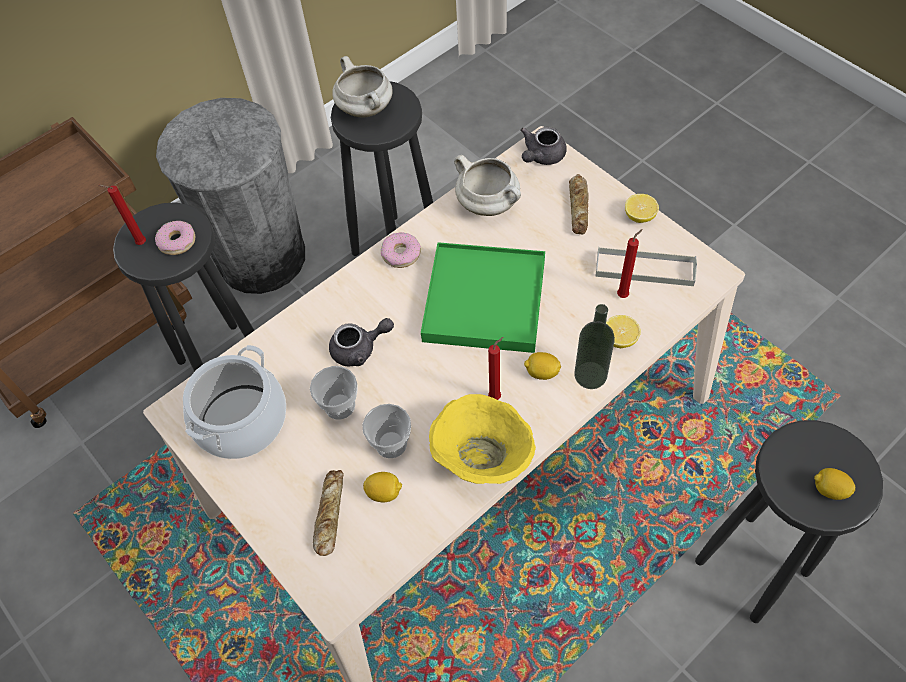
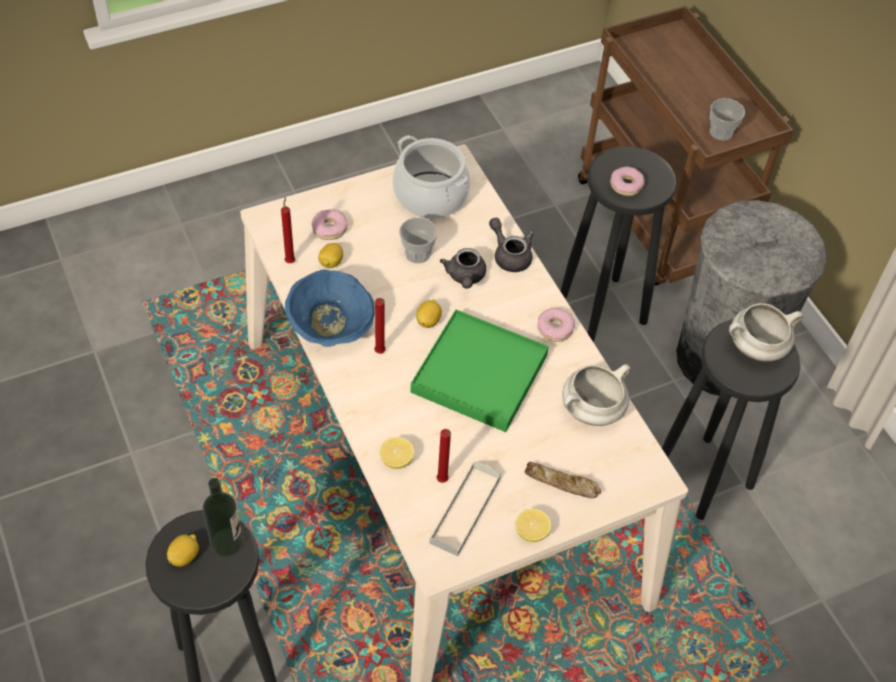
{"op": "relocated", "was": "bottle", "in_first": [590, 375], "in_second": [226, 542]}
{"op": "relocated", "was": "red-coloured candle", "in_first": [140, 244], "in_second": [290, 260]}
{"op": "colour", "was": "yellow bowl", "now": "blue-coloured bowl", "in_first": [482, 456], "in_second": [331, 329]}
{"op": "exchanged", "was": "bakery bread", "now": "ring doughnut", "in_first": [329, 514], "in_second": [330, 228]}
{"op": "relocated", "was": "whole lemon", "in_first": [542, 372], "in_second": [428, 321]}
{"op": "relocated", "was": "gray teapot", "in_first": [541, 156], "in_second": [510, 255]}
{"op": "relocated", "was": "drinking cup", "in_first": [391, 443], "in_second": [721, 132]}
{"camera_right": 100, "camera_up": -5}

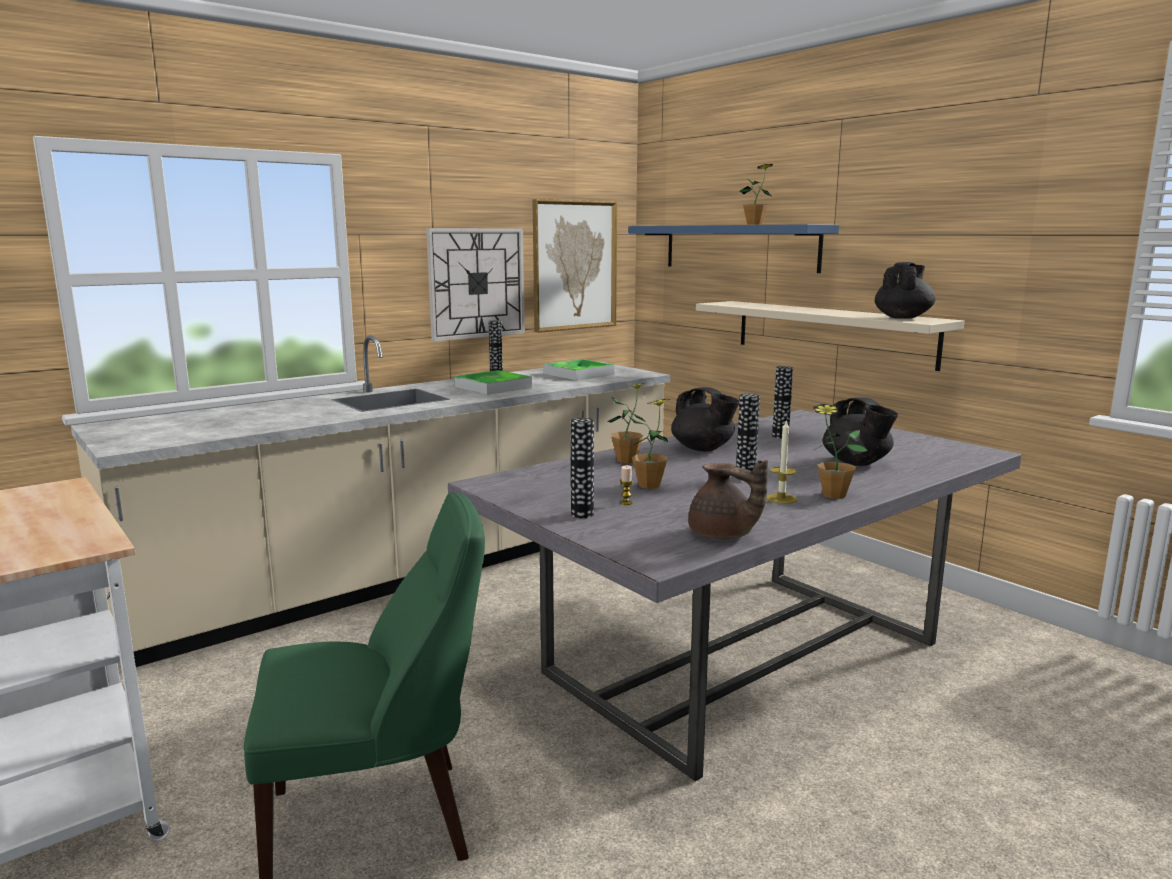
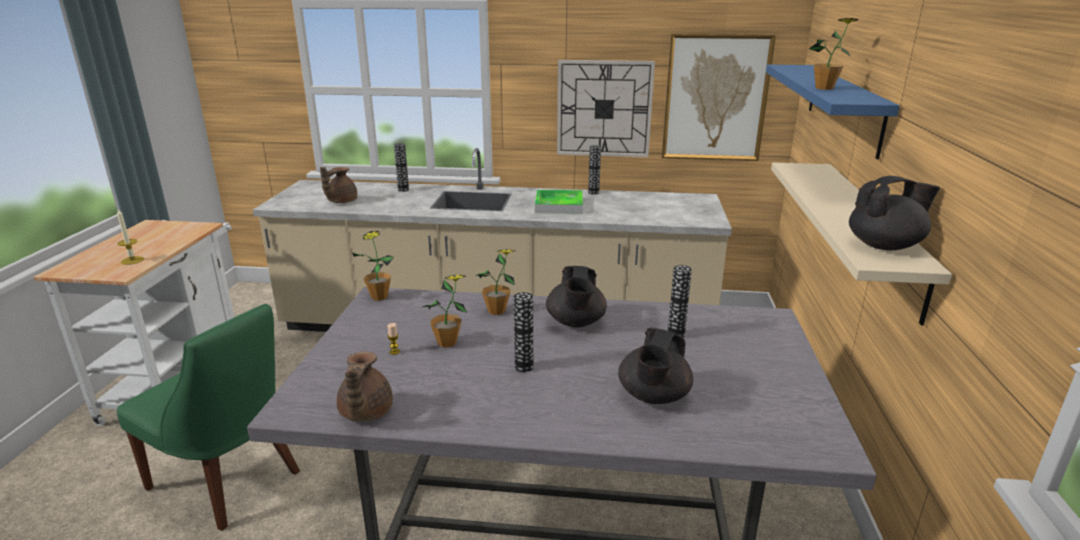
{"op": "relocated", "was": "candle", "in_first": [781, 498], "in_second": [132, 260]}
{"op": "appeared", "now": "brownish teapot", "in_second": [341, 201]}
{"op": "relocated", "was": "houseplant", "in_first": [834, 495], "in_second": [379, 297]}
{"op": "relocated", "was": "flower vase", "in_first": [582, 514], "in_second": [403, 190]}
{"op": "missing", "was": "carrying tray", "in_first": [579, 374]}
{"camera_right": 45, "camera_up": 10}

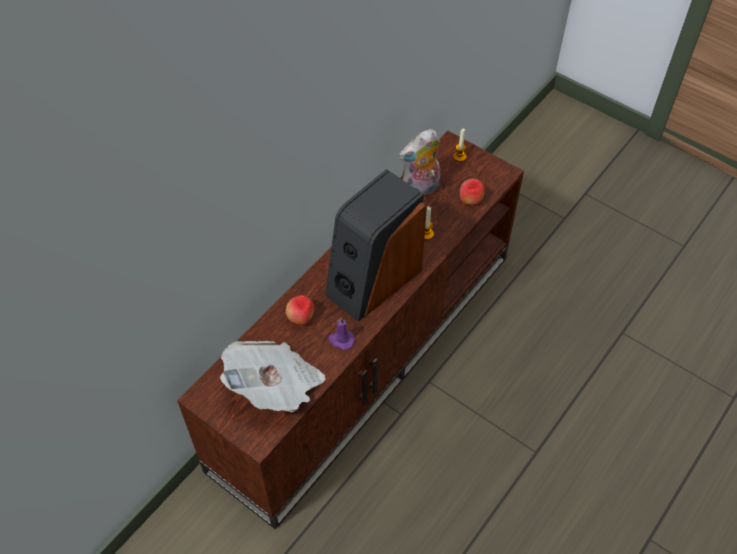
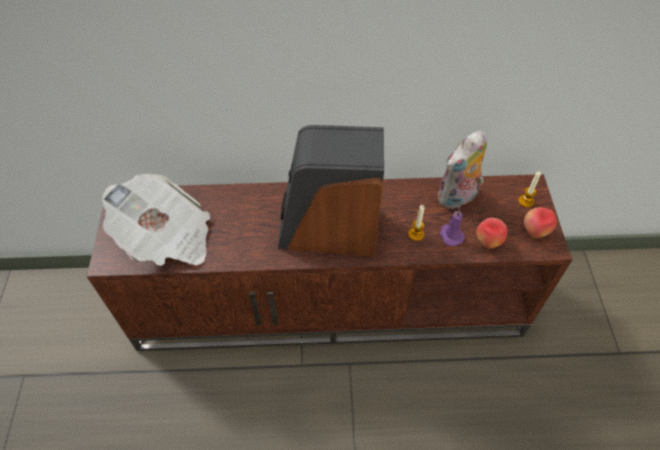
{"op": "spun", "was": "soft toy", "in_first": [420, 189], "in_second": [457, 198], "clockwise": -60}
{"op": "relocated", "was": "purple candle", "in_first": [341, 340], "in_second": [450, 235]}
{"op": "relocated", "was": "apple", "in_first": [301, 318], "in_second": [535, 231]}
{"camera_right": 50, "camera_up": 0}

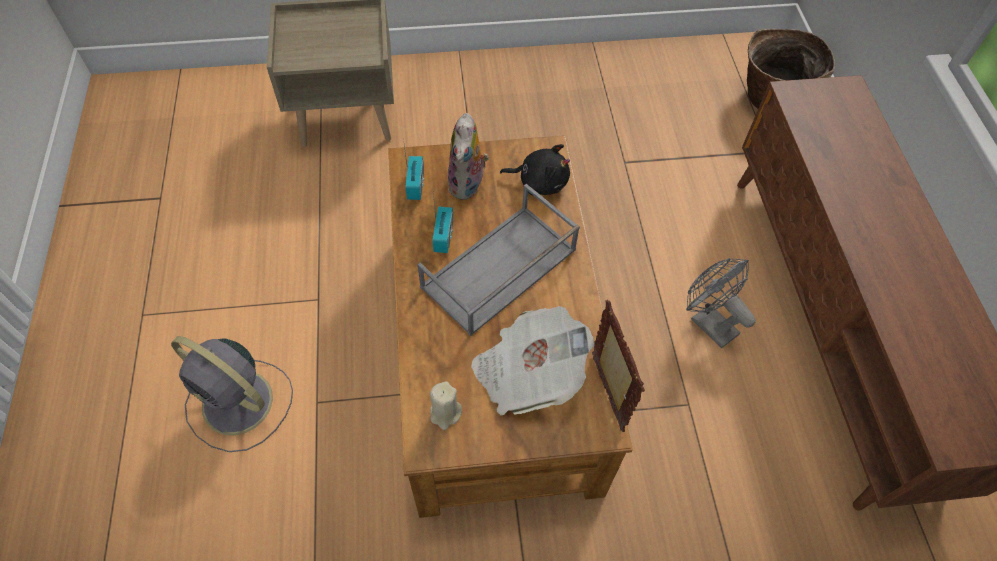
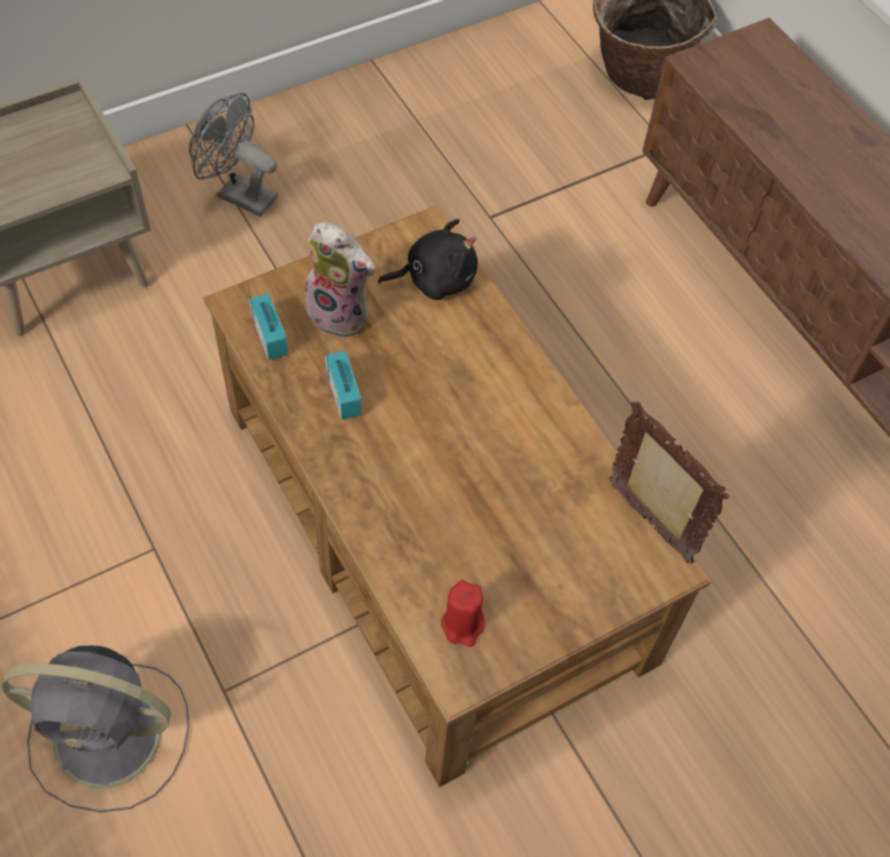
{"op": "relocated", "was": "gray cooling fan", "in_first": [708, 322], "in_second": [238, 194]}
{"op": "spun", "was": "soft toy", "in_first": [468, 185], "in_second": [342, 313], "clockwise": -45}
{"op": "colour", "was": "sand-coloured candle", "now": "red-coloured candle", "in_first": [445, 413], "in_second": [462, 625]}
{"op": "missing", "was": "gray carrying tray", "in_first": [499, 270]}
{"op": "missing", "was": "newspaper", "in_first": [528, 373]}
{"camera_right": -25, "camera_up": 0}

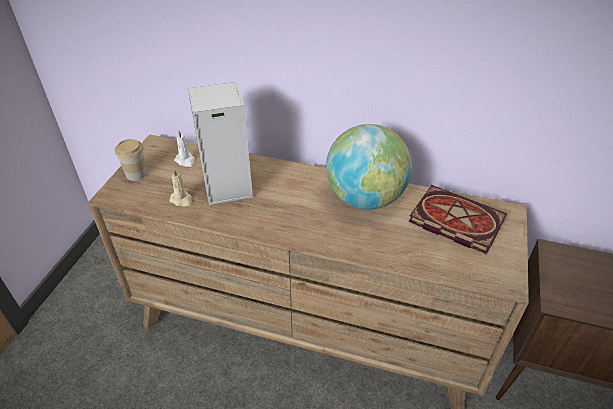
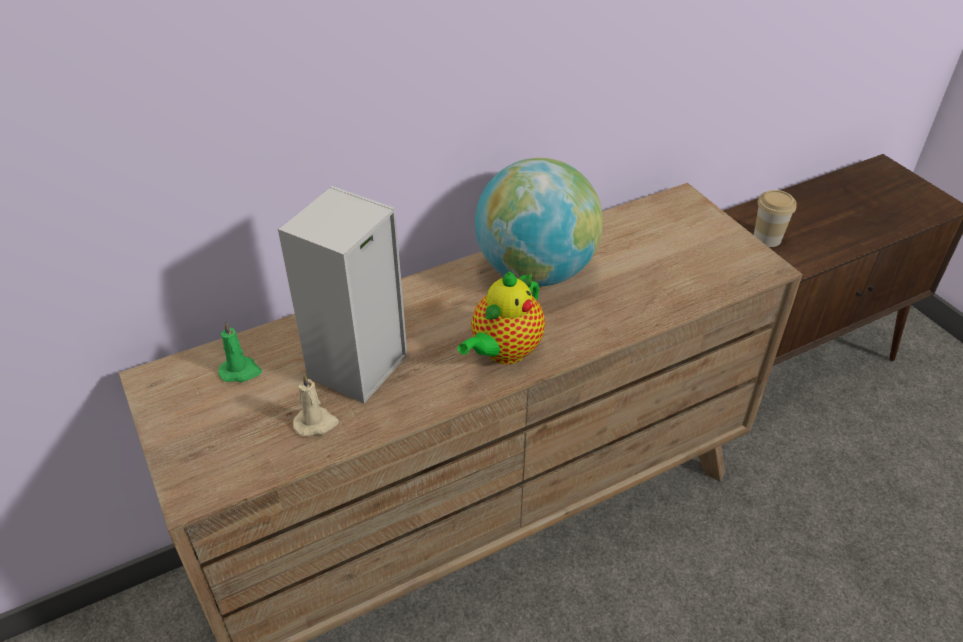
{"op": "colour", "was": "white candle", "now": "green candle", "in_first": [185, 161], "in_second": [241, 371]}
{"op": "appeared", "now": "teapot", "in_second": [503, 352]}
{"op": "relocated", "was": "drinking cup", "in_first": [136, 174], "in_second": [767, 238]}
{"op": "missing", "was": "bound book", "in_first": [453, 221]}
{"camera_right": -45, "camera_up": 0}

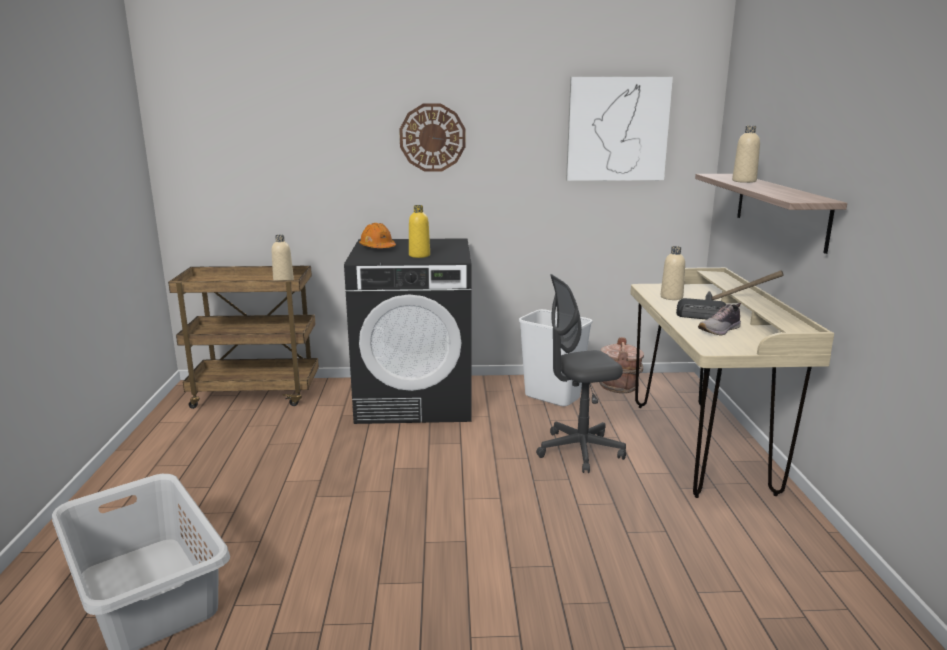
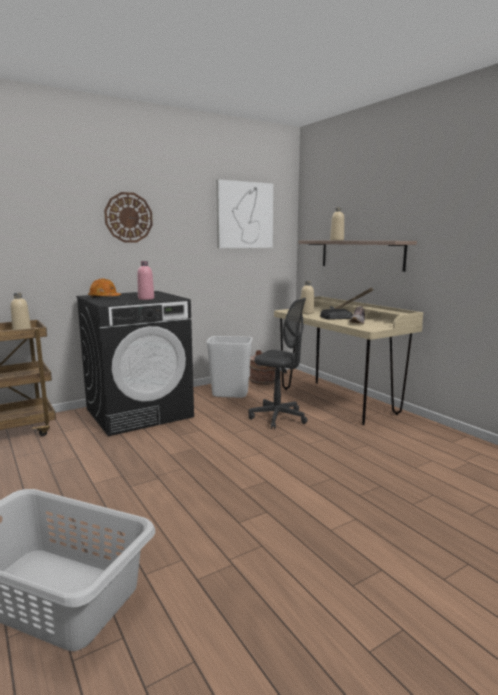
{"op": "colour", "was": "yellow bottle", "now": "pinkish bottle", "in_first": [419, 255], "in_second": [146, 298]}
{"op": "spun", "was": "gray computer chair", "in_first": [579, 451], "in_second": [278, 417], "clockwise": -105}
{"camera_right": -30, "camera_up": -5}

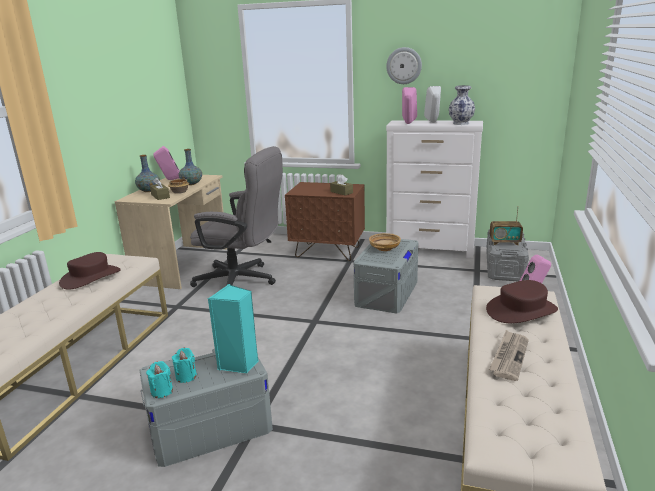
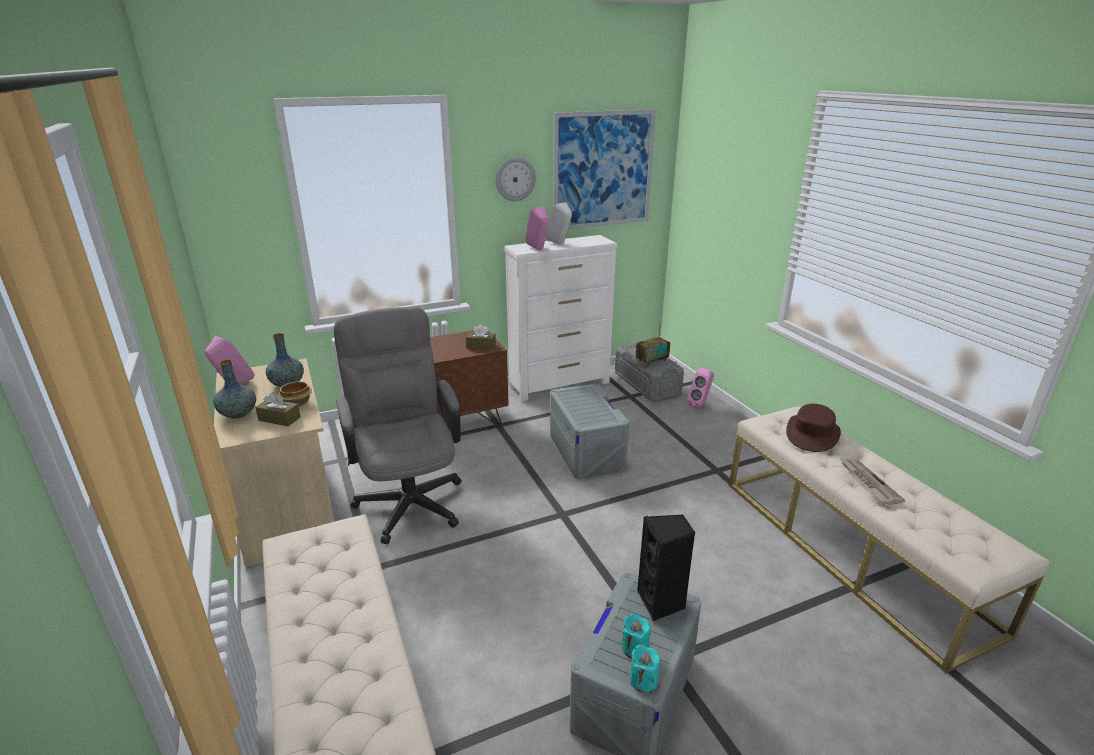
{"op": "spun", "was": "gray computer chair", "in_first": [242, 281], "in_second": [409, 497], "clockwise": -90}
{"op": "appeared", "now": "picture", "in_second": [603, 170]}
{"op": "colour", "was": "turquoise-coloured loudspeaker", "now": "black loudspeaker", "in_first": [239, 364], "in_second": [661, 603]}
{"op": "missing", "was": "brownish wearable hat", "in_first": [90, 277]}
{"op": "missing", "was": "sand-coloured bowl", "in_first": [384, 248]}
{"op": "missing", "was": "flower vase", "in_first": [460, 123]}
{"camera_right": -40, "camera_up": 5}

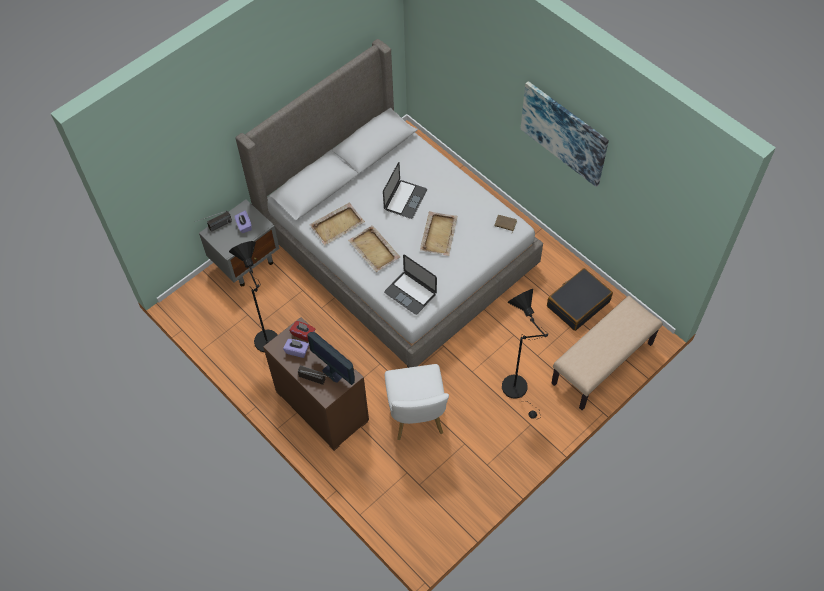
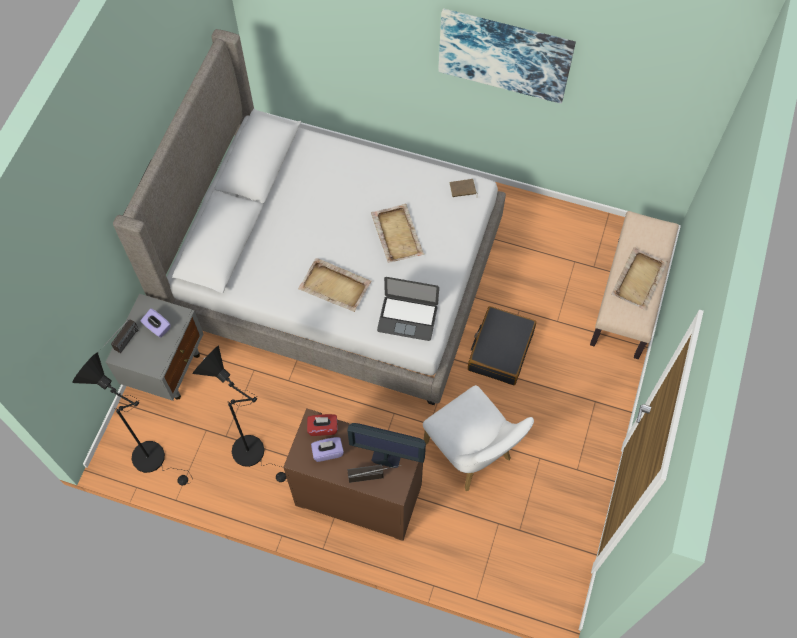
{"op": "relocated", "was": "black standing lamp", "in_first": [518, 390], "in_second": [154, 459]}
{"op": "relocated", "was": "black piece of luggage", "in_first": [578, 303], "in_second": [500, 350]}
{"op": "relocated", "was": "sand-coloured carrying tray", "in_first": [337, 224], "in_second": [639, 279]}
{"op": "missing", "was": "laptop", "in_first": [405, 199]}
{"camera_right": -30, "camera_up": 5}

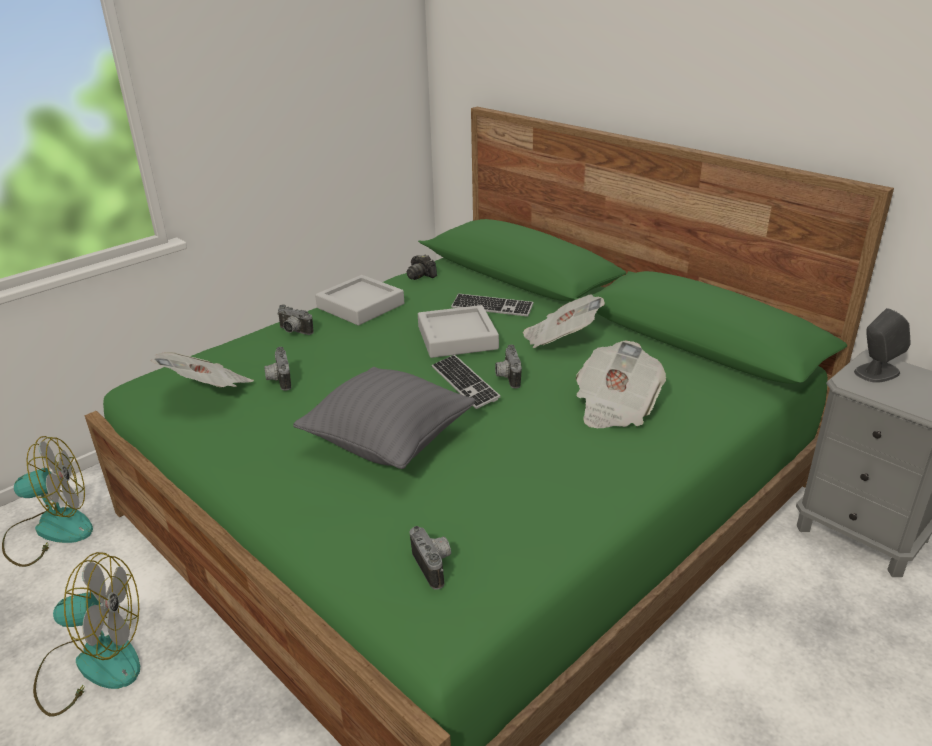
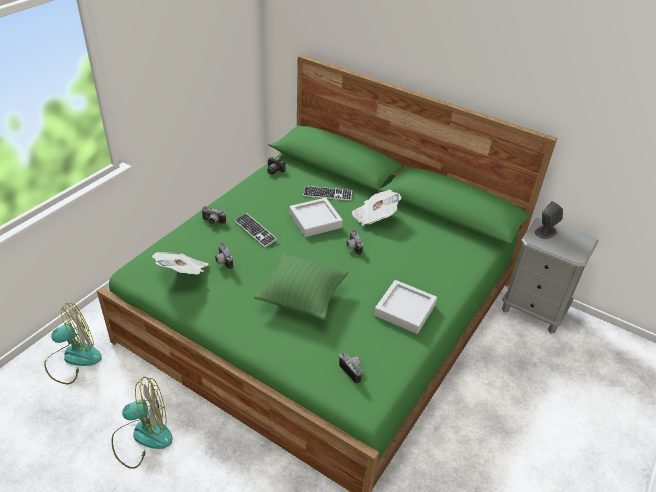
{"op": "relocated", "was": "computer keyboard", "in_first": [464, 383], "in_second": [255, 231]}
{"op": "colour", "was": "gray cushion", "now": "green cushion", "in_first": [389, 443], "in_second": [302, 299]}
{"op": "relocated", "was": "gray carrying tray", "in_first": [360, 306], "in_second": [405, 310]}
{"op": "missing", "was": "newspaper", "in_first": [615, 407]}
{"camera_right": -15, "camera_up": 10}

